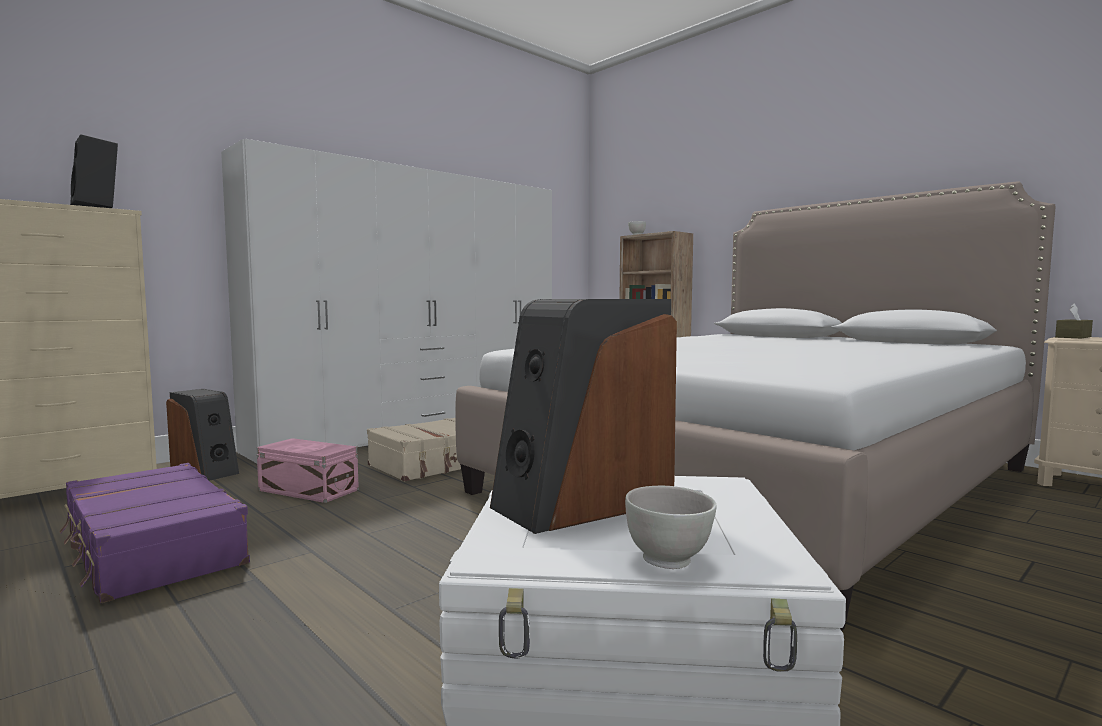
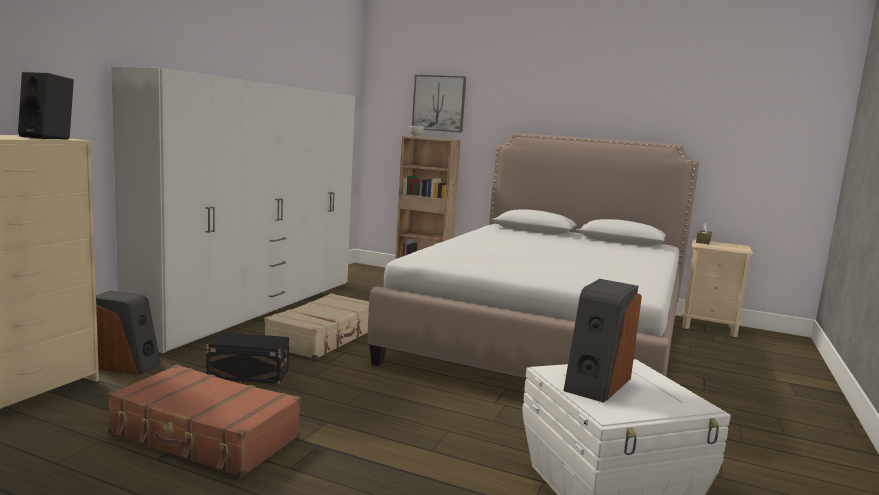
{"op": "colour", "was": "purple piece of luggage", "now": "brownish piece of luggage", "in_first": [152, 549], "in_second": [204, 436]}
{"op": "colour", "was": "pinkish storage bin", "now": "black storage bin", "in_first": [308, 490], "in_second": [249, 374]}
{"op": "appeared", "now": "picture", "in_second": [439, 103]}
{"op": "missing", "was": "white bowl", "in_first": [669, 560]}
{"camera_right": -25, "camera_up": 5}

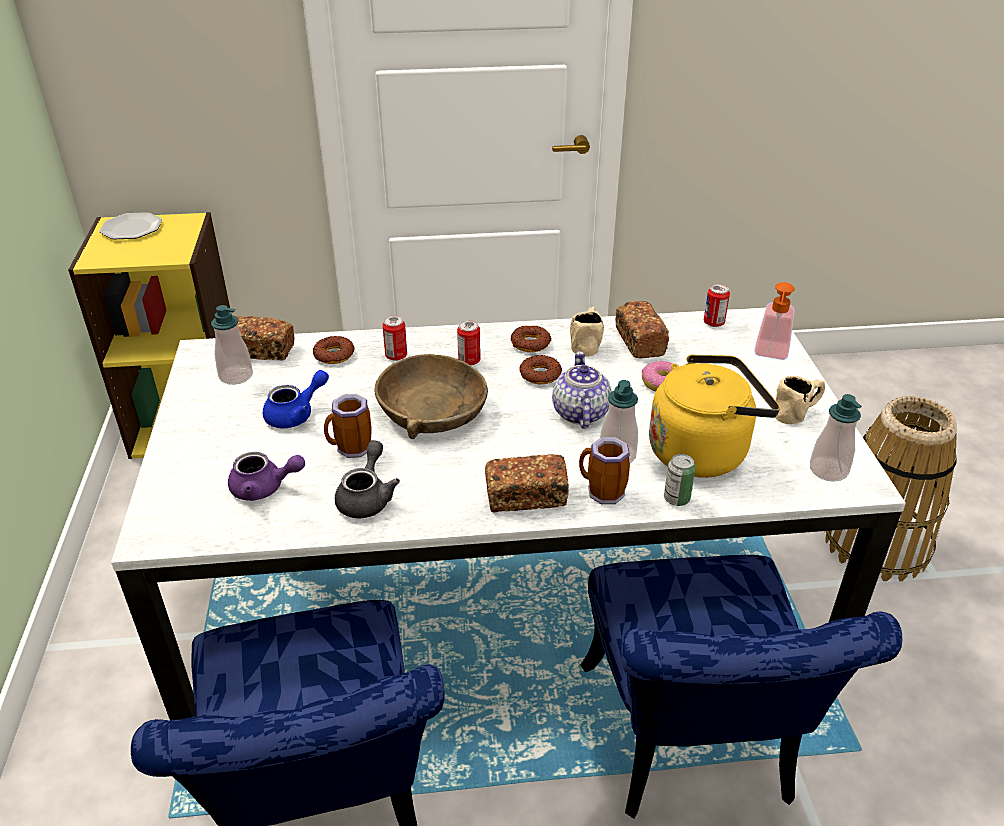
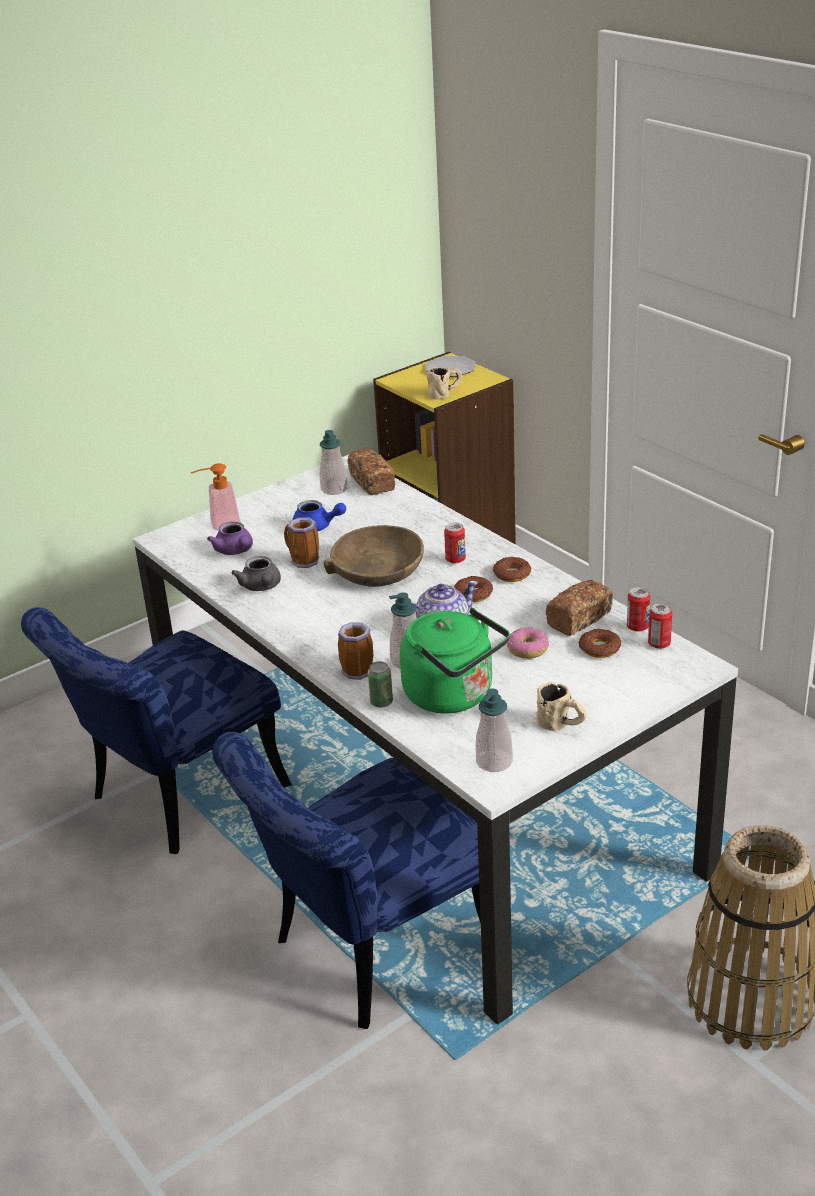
{"op": "relocated", "was": "soap bottle", "in_first": [770, 354], "in_second": [219, 524]}
{"op": "spun", "was": "gray teapot", "in_first": [367, 497], "in_second": [261, 587], "clockwise": 90}
{"op": "colour", "was": "yellow kettle", "now": "green kettle", "in_first": [702, 451], "in_second": [454, 696]}
{"op": "relocated", "was": "sand-coloured coffee mug", "in_first": [586, 343], "in_second": [445, 394]}
{"op": "relocated", "was": "ring doughnut", "in_first": [334, 355], "in_second": [599, 648]}
{"op": "relocated", "was": "sealed can", "in_first": [396, 356], "in_second": [637, 627]}
{"op": "missing", "was": "bakery bread", "in_first": [526, 497]}
{"camera_right": 60, "camera_up": -5}

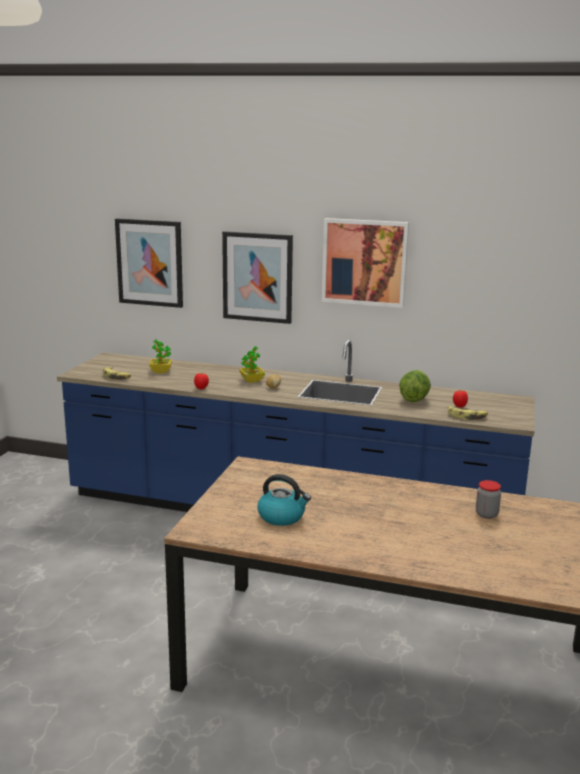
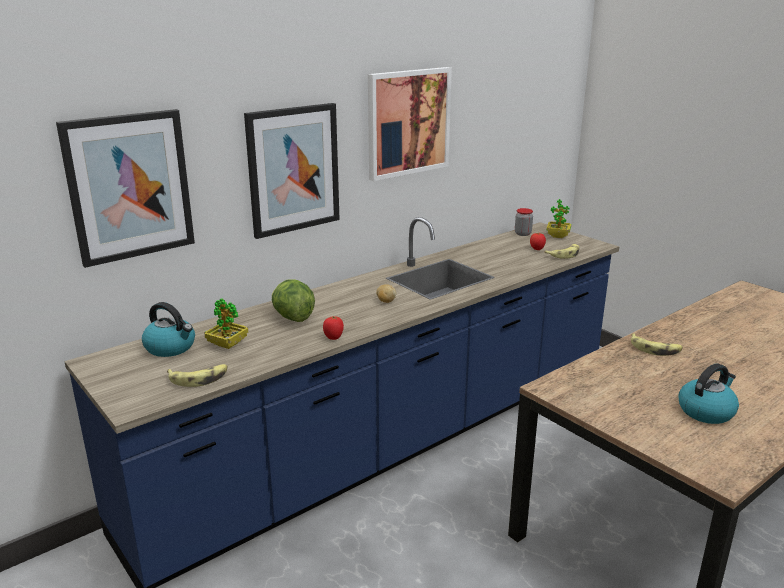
{"op": "appeared", "now": "kettle", "in_second": [171, 347]}
{"op": "relocated", "was": "head of lettuce", "in_first": [413, 399], "in_second": [292, 317]}
{"op": "relocated", "was": "preserve jar", "in_first": [486, 514], "in_second": [523, 234]}
{"op": "relocated", "was": "houseplant", "in_first": [252, 380], "in_second": [558, 236]}
{"op": "appeared", "now": "banana fruit", "in_second": [655, 349]}
{"camera_right": -55, "camera_up": 5}

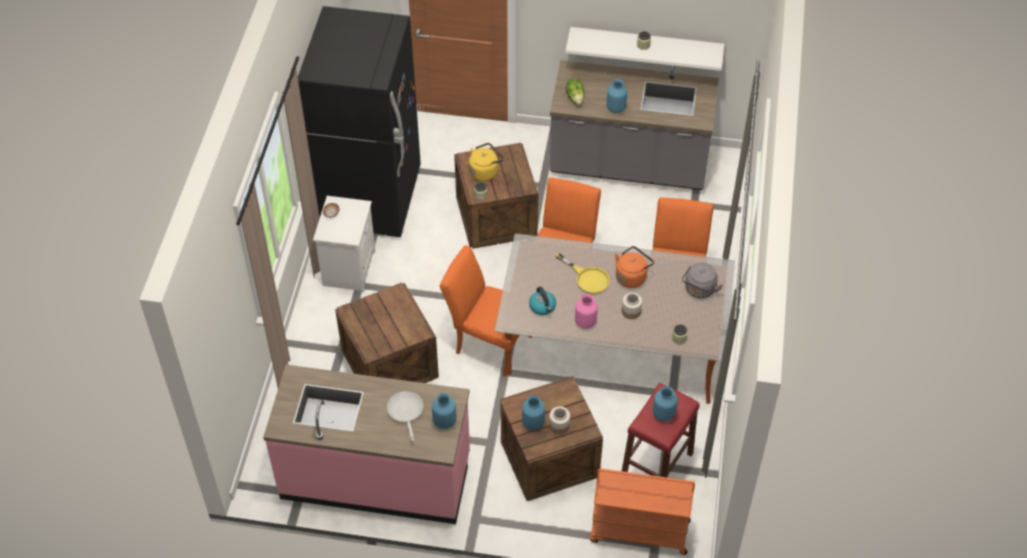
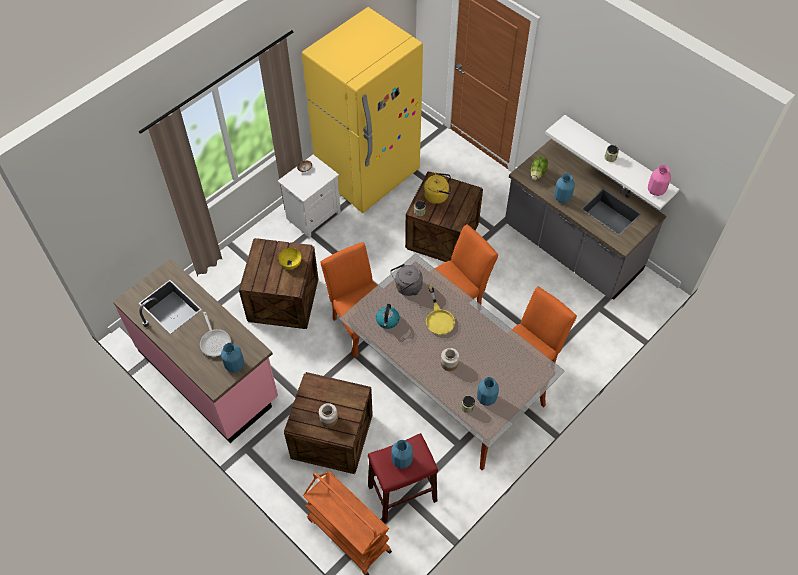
{"op": "spun", "was": "frying pan", "in_first": [405, 412], "in_second": [215, 341], "clockwise": 135}
{"op": "appeared", "now": "yellow bowl", "in_second": [290, 263]}
{"op": "colour", "was": "black kitchen fridge", "now": "yellow kitchen fridge", "in_first": [371, 198], "in_second": [368, 175]}
{"op": "relocated", "was": "gray kettle", "in_first": [699, 290], "in_second": [407, 287]}
{"op": "relocated", "was": "blue-coloured flower vase", "in_first": [533, 423], "in_second": [486, 398]}
{"op": "relocated", "was": "pinkish flower vase", "in_first": [585, 322], "in_second": [655, 190]}
{"op": "missing", "was": "orange kettle", "in_first": [632, 276]}
{"camera_right": 35, "camera_up": 5}

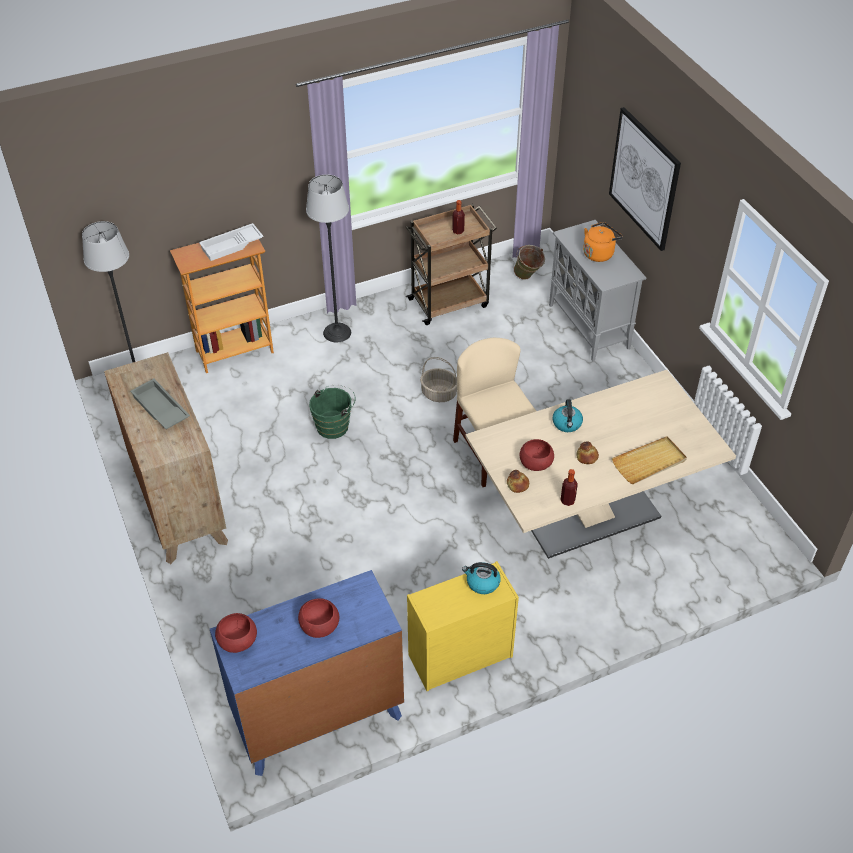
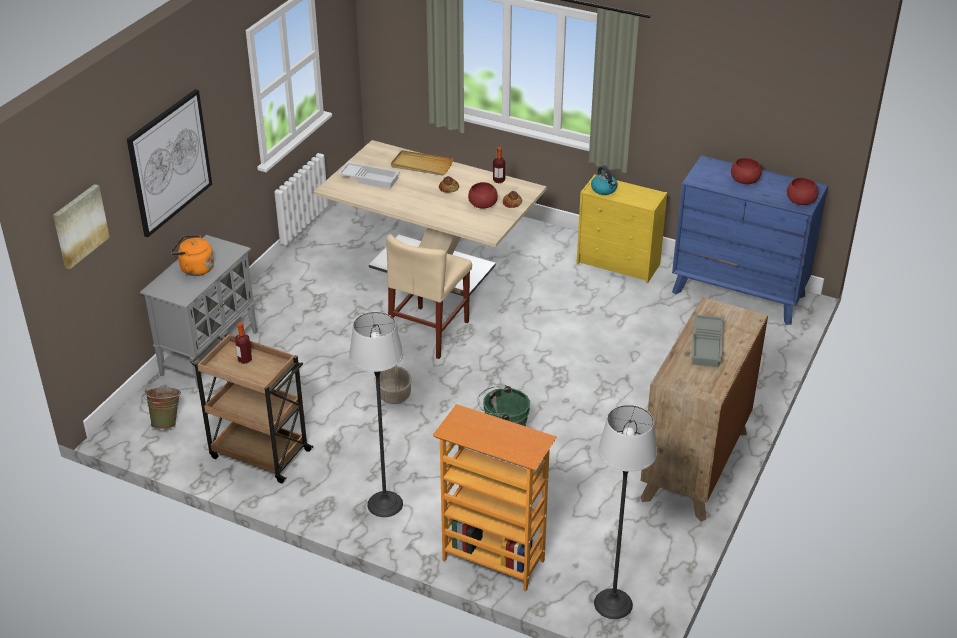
{"op": "appeared", "now": "picture", "in_second": [79, 225]}
{"op": "relocated", "was": "white carrying tray", "in_first": [232, 246], "in_second": [370, 178]}
{"op": "missing", "was": "kettle", "in_first": [567, 424]}
{"camera_right": -130, "camera_up": -10}

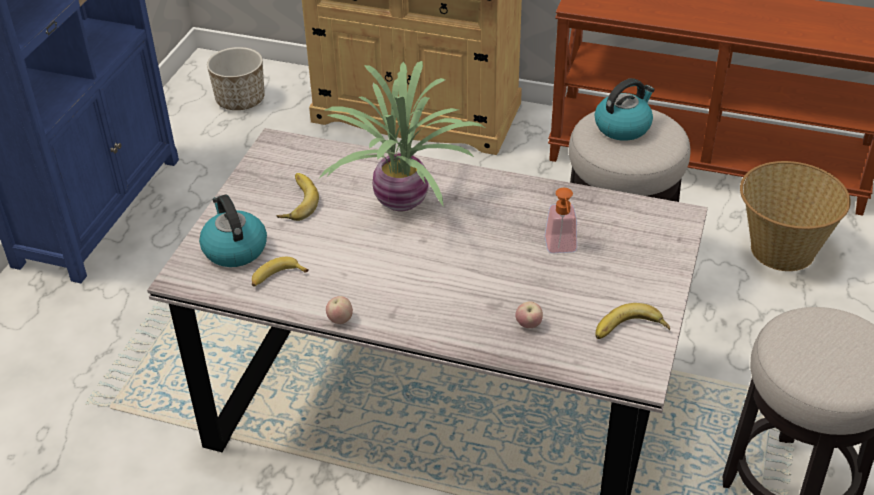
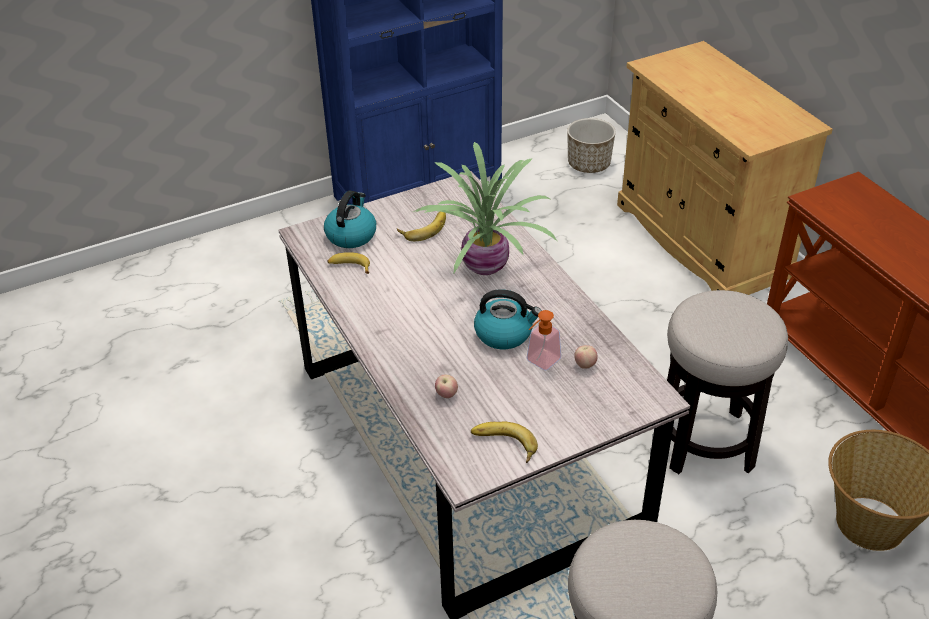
{"op": "relocated", "was": "kettle", "in_first": [623, 126], "in_second": [504, 333]}
{"op": "relocated", "was": "apple", "in_first": [340, 320], "in_second": [585, 365]}
{"camera_right": 45, "camera_up": 0}

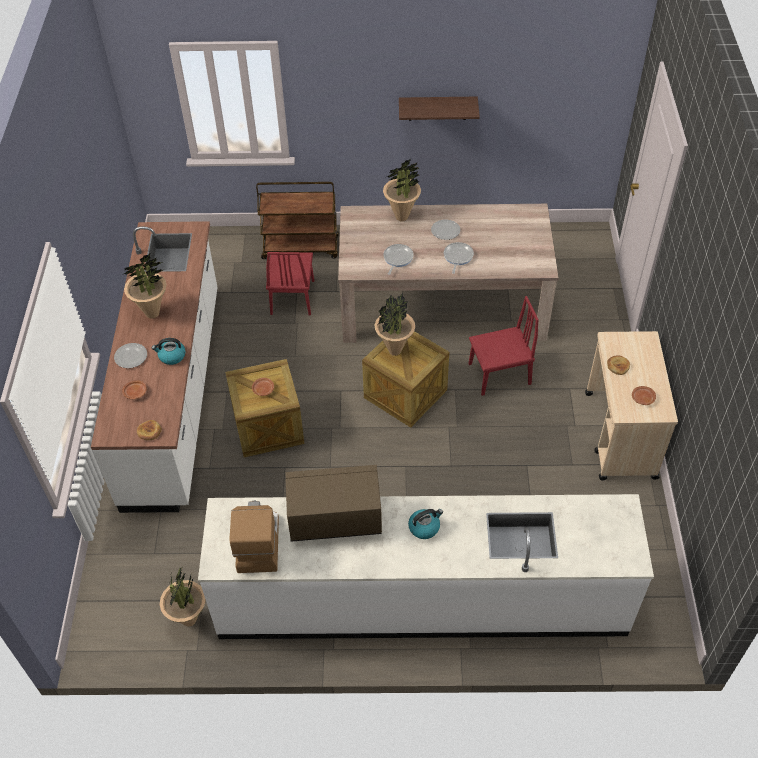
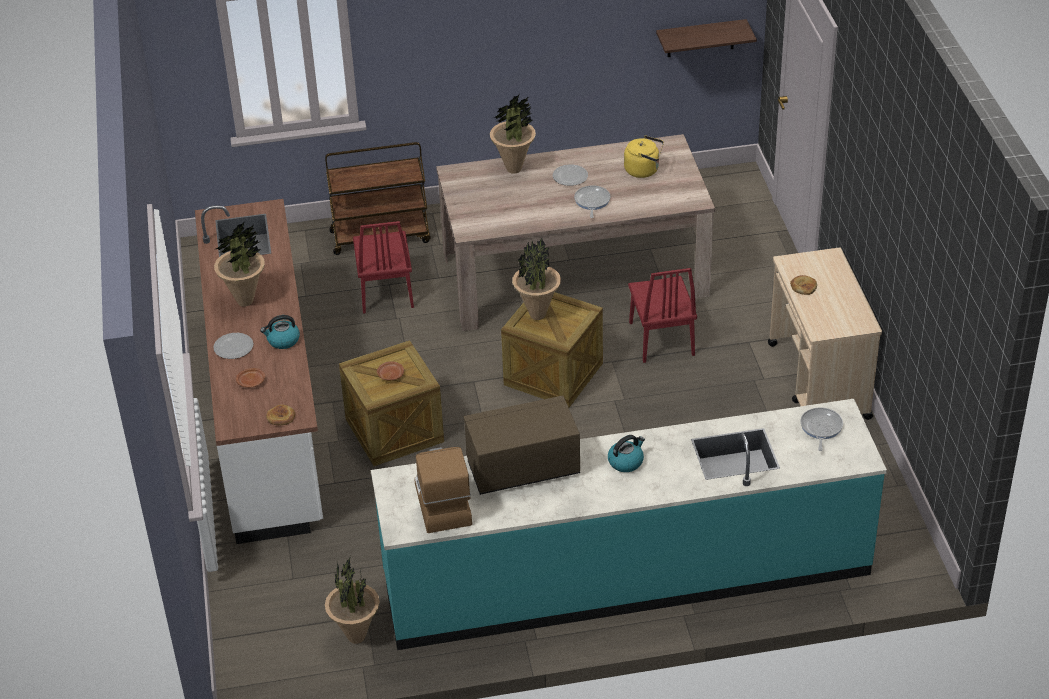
{"op": "colour", "was": "white kitchen base unit", "now": "turquoise-coloured kitchen base unit", "in_first": [421, 599], "in_second": [626, 575]}
{"op": "appeared", "now": "yellow kettle", "in_second": [644, 170]}
{"op": "spun", "was": "red-coloured upright chair", "in_first": [499, 374], "in_second": [661, 338], "clockwise": 105}
{"op": "relocated", "was": "shelf", "in_first": [437, 108], "in_second": [700, 38]}
{"op": "relocated", "was": "frying pan", "in_first": [397, 258], "in_second": [820, 428]}
{"op": "missing", "was": "brownish flat dish", "in_first": [642, 398]}
{"camera_right": -10, "camera_up": -10}

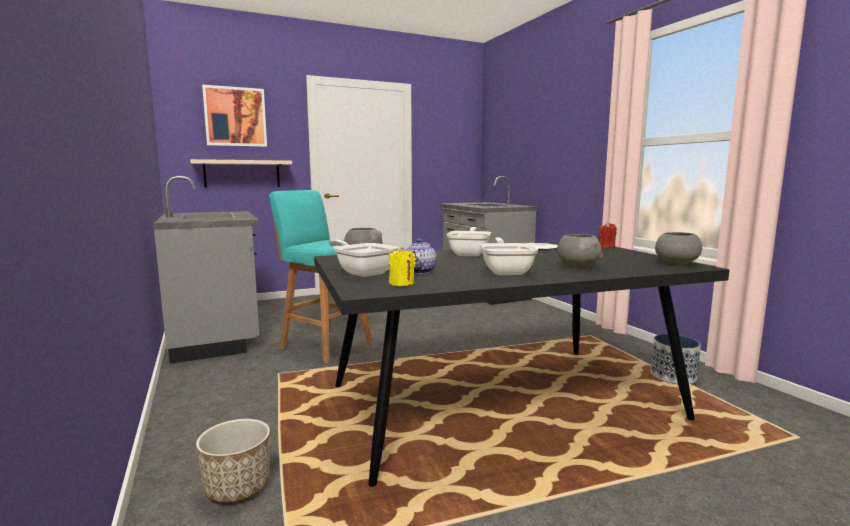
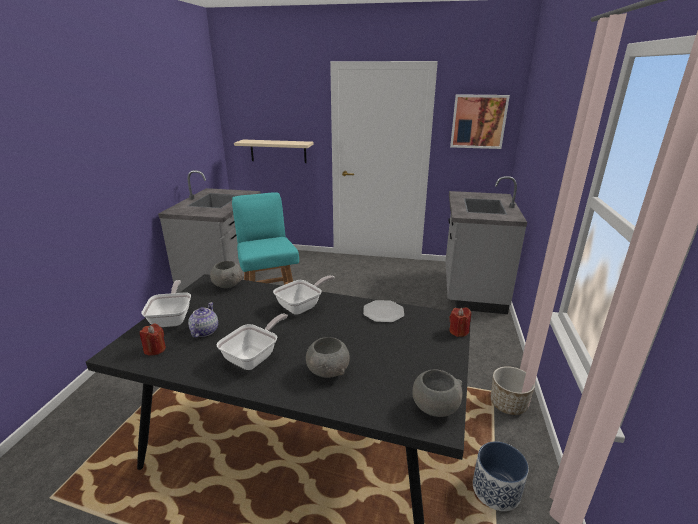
{"op": "colour", "was": "yellow candle", "now": "red-coloured candle", "in_first": [401, 284], "in_second": [155, 349]}
{"op": "spun", "was": "teapot", "in_first": [420, 271], "in_second": [204, 331], "clockwise": 135}
{"op": "relocated", "was": "picture", "in_first": [235, 117], "in_second": [478, 121]}
{"op": "relocated", "was": "planter", "in_first": [237, 487], "in_second": [508, 404]}
{"camera_right": 35, "camera_up": 15}

